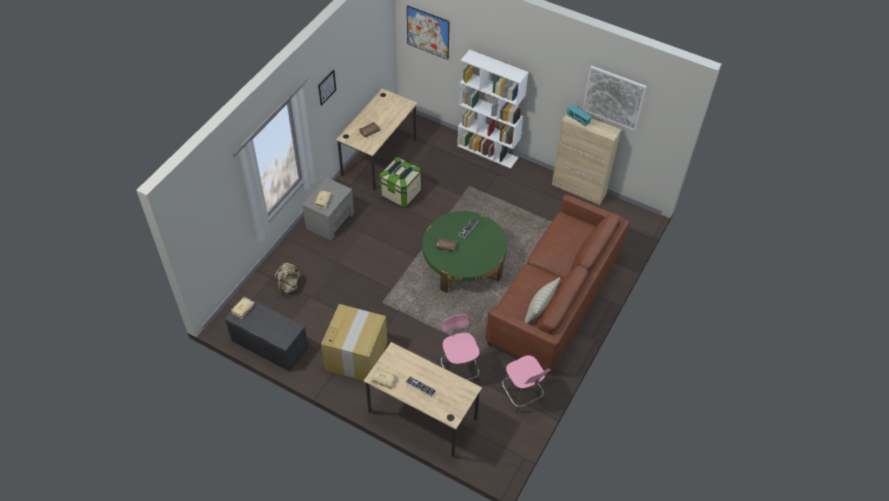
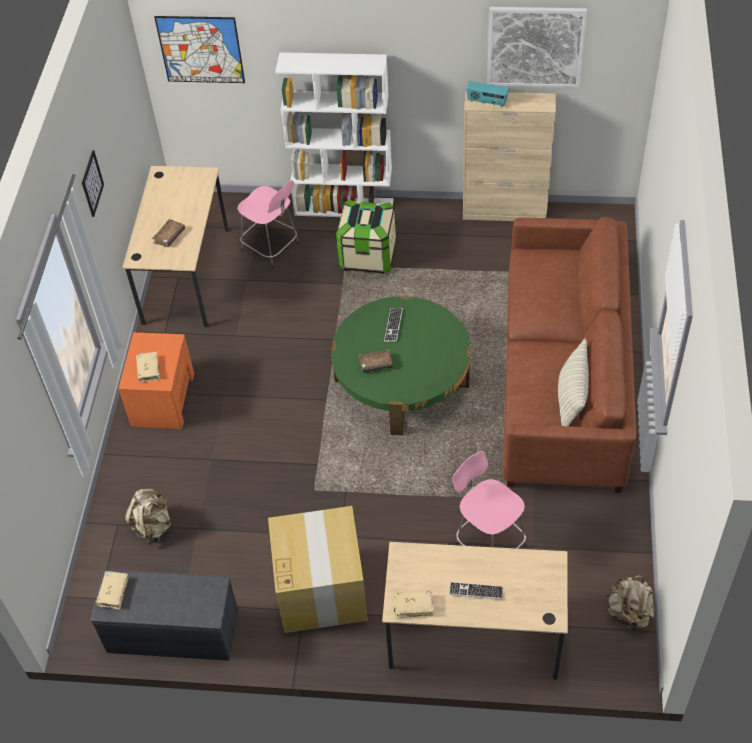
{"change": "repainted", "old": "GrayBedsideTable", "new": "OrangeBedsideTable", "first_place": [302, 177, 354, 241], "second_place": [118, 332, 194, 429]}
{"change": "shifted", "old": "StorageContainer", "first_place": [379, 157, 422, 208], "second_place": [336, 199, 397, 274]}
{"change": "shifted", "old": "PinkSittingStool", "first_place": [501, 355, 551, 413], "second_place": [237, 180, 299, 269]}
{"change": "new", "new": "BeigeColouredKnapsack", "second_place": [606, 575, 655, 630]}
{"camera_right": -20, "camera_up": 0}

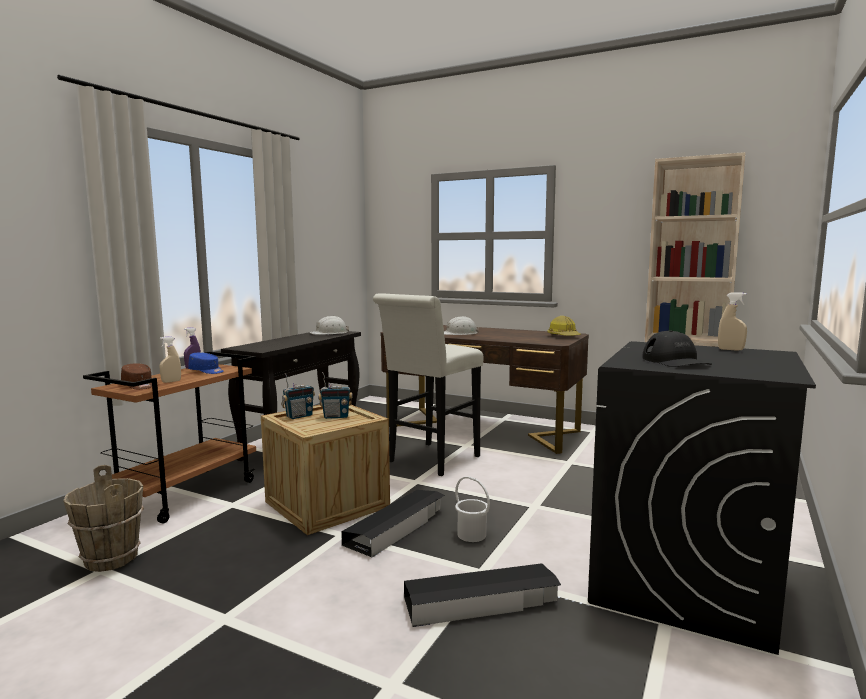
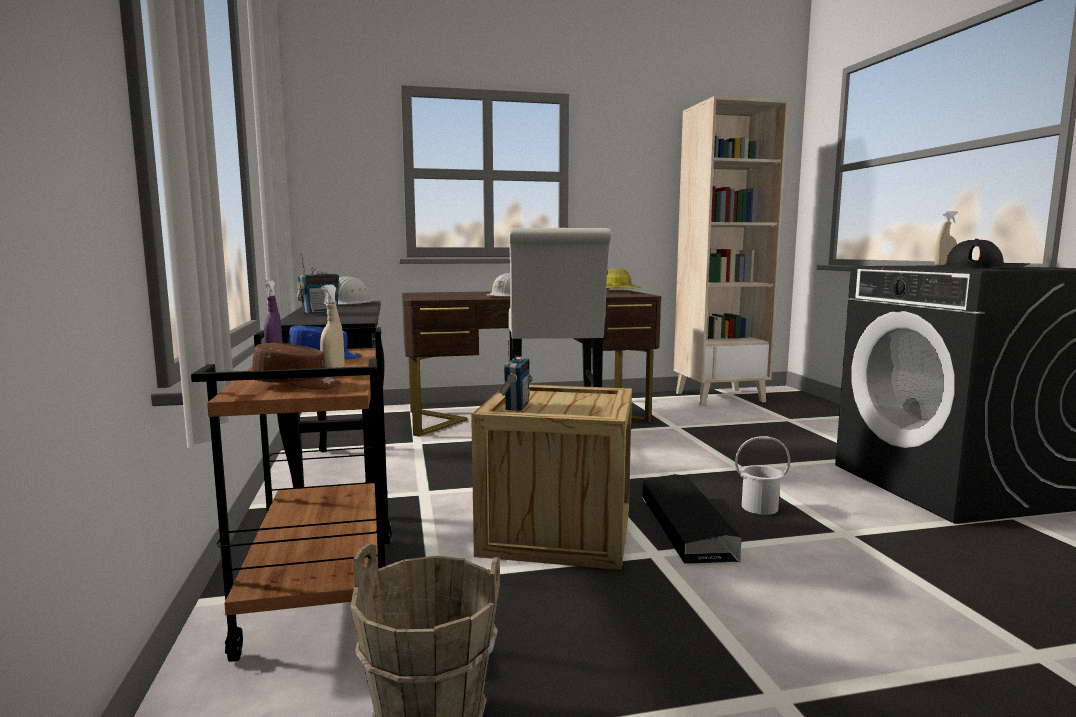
{"change": "shifted", "old": "RadioSet", "first_place": [318, 372, 353, 419], "second_place": [295, 253, 341, 314]}
{"change": "gone", "old": "BlackStorageContainer", "first_place": [404, 563, 561, 627]}
{"camera_right": -40, "camera_up": 0}

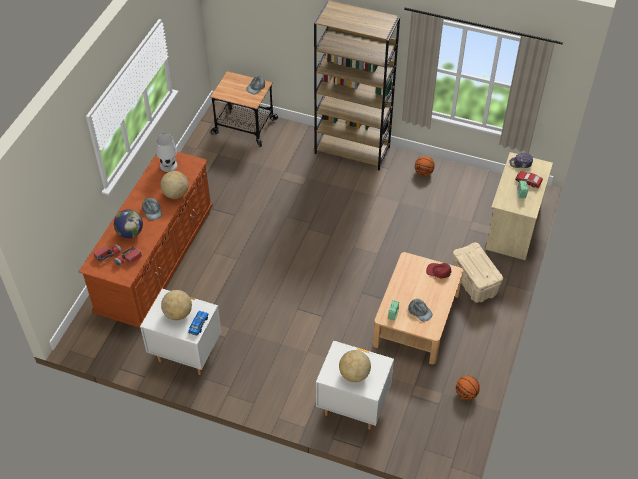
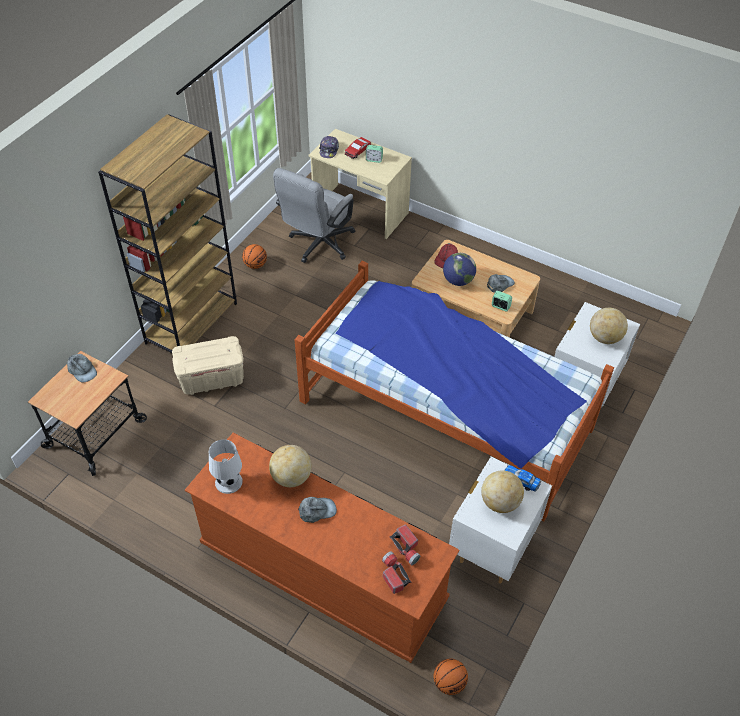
{"change": "shifted", "old": "Globe", "first_place": [114, 209, 143, 238], "second_place": [443, 253, 476, 286]}
{"change": "shifted", "old": "BeigeColouredStorageContainer", "first_place": [453, 242, 503, 303], "second_place": [172, 336, 244, 395]}
{"change": "shifted", "old": "BasketballBall", "first_place": [456, 376, 480, 400], "second_place": [434, 659, 468, 695]}
{"change": "new", "new": "GrayOfficeChair", "second_place": [273, 168, 355, 263]}
{"change": "new", "new": "Bed", "second_place": [294, 261, 614, 522]}
{"camera_right": -80, "camera_up": 0}

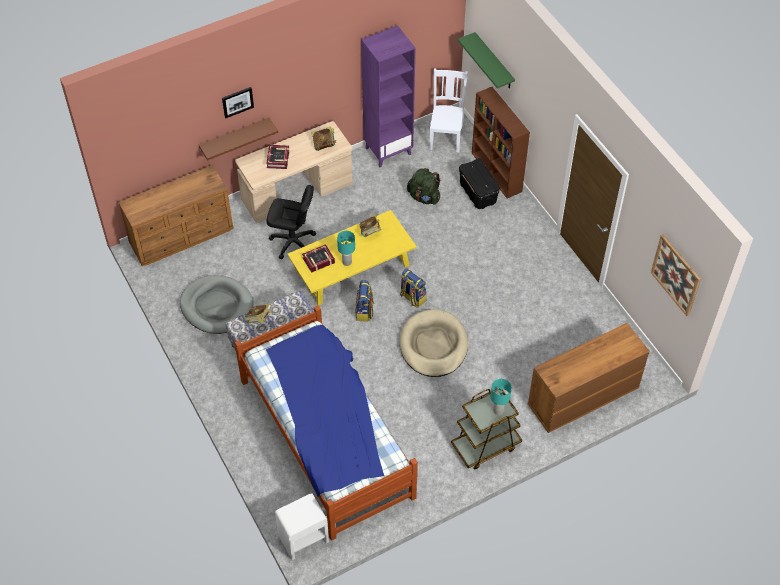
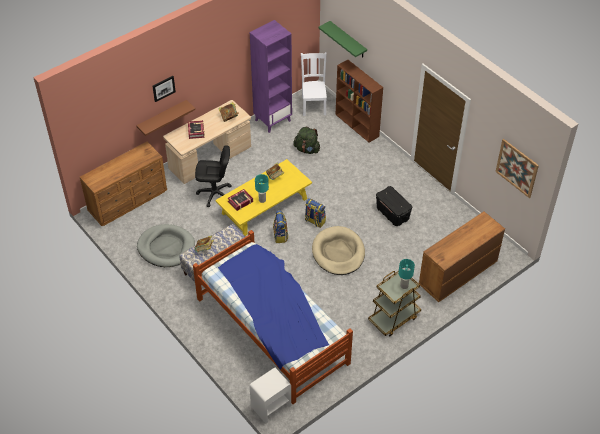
{"change": "shifted", "old": "BlackStorageContainer", "first_place": [459, 159, 500, 209], "second_place": [376, 186, 412, 226]}
{"camera_right": -10, "camera_up": -5}

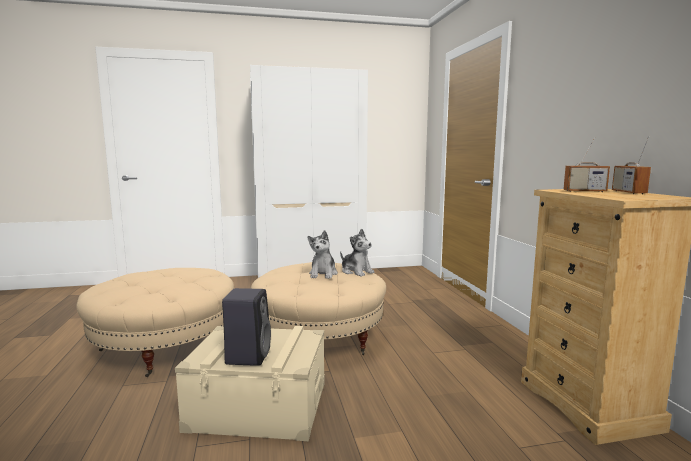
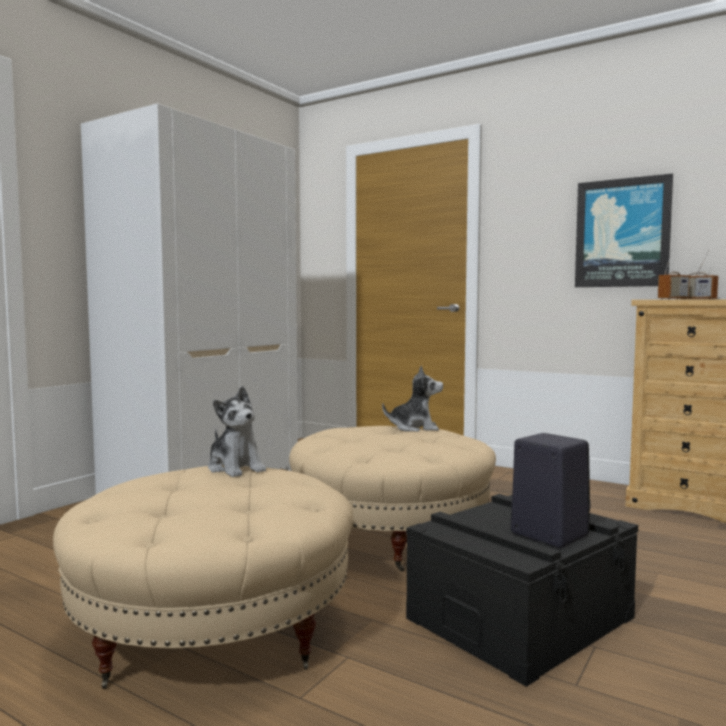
{"change": "repainted", "old": "BeigeColouredStorageContainer", "new": "BlackStorageContainer", "first_place": [175, 326, 325, 441], "second_place": [406, 494, 638, 687]}
{"change": "shifted", "old": "SoftToy", "first_place": [307, 230, 338, 279], "second_place": [208, 386, 266, 477]}
{"change": "new", "new": "Picture", "second_place": [575, 173, 673, 287]}
{"camera_right": -45, "camera_up": -5}

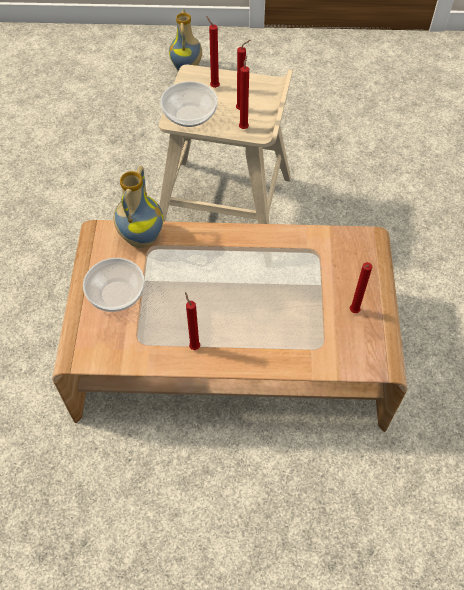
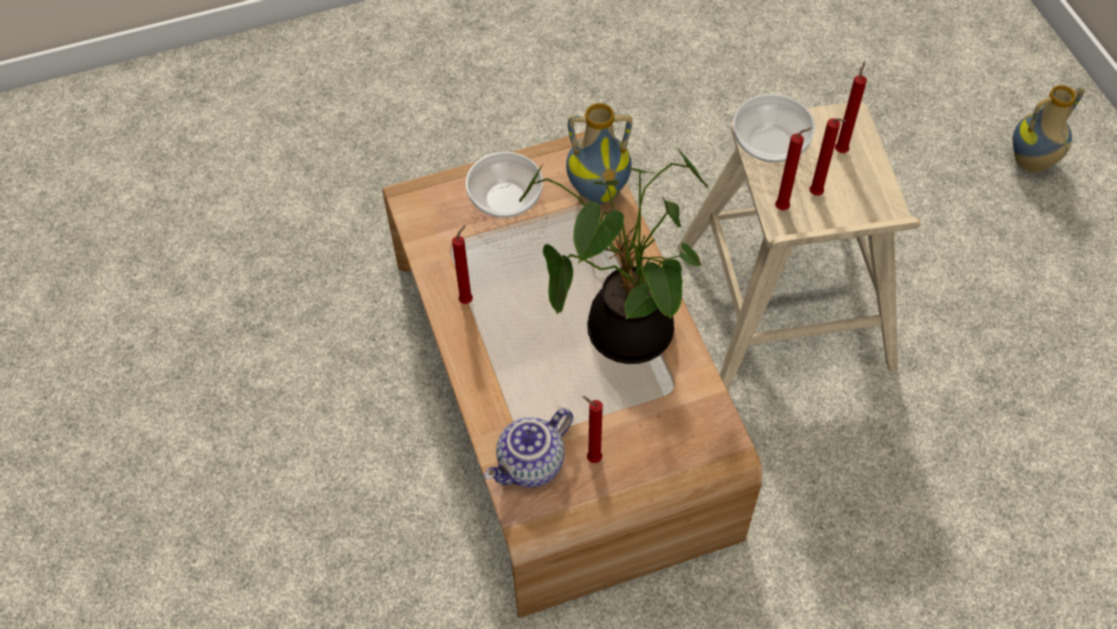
{"change": "new", "new": "Teapot", "second_place": [484, 408, 573, 487]}
{"change": "new", "new": "PlantInAPot", "second_place": [519, 147, 710, 364]}
{"camera_right": 70, "camera_up": 0}

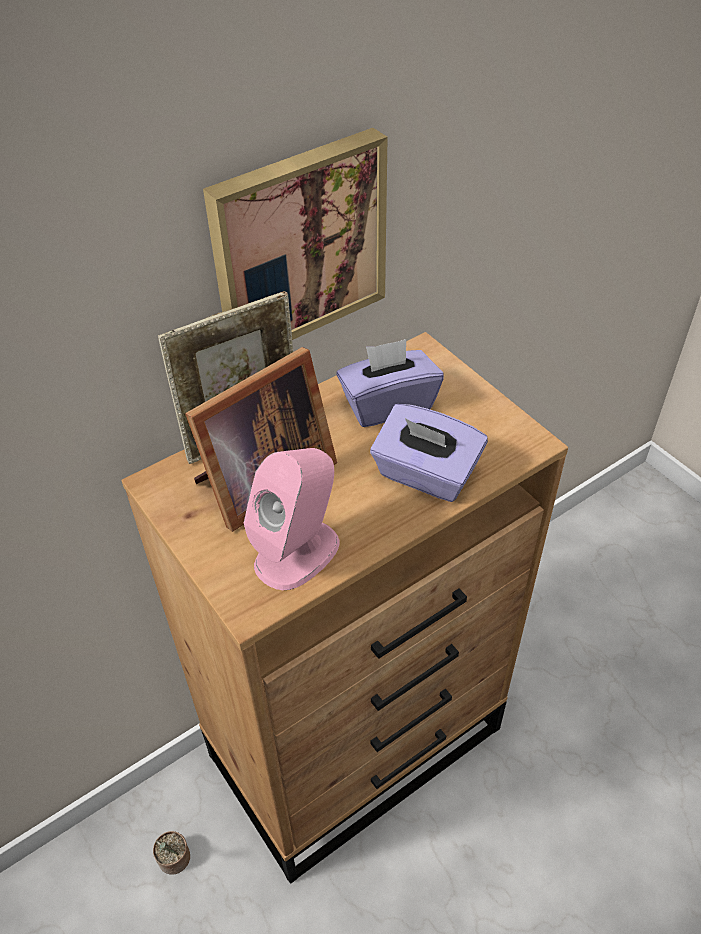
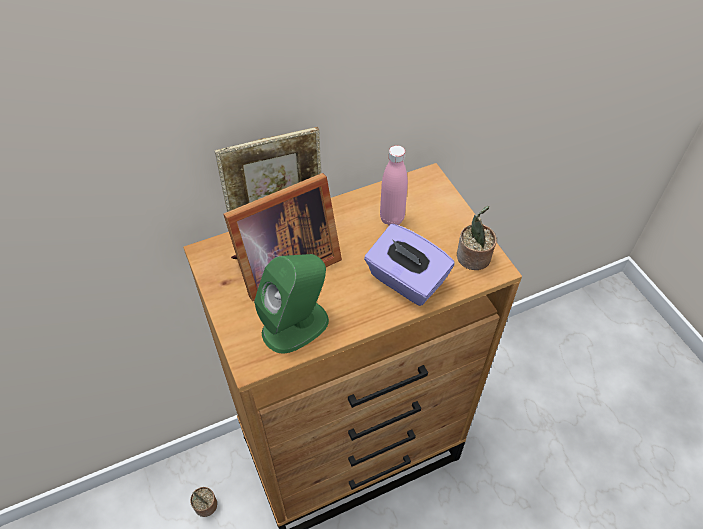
{"change": "gone", "old": "Picture", "first_place": [203, 128, 388, 340]}
{"change": "repainted", "old": "PinkAudioSpeaker", "new": "GreenishAudioSpeaker", "first_place": [244, 448, 340, 590], "second_place": [254, 254, 329, 354]}
{"change": "swapped", "old": "PurplishBoxOfTissues", "new": "PinkBottle", "first_place": [336, 339, 444, 427], "second_place": [380, 145, 408, 225]}
{"change": "new", "new": "PlantInAPot", "second_place": [457, 206, 497, 270]}
{"camera_right": 10, "camera_up": 5}

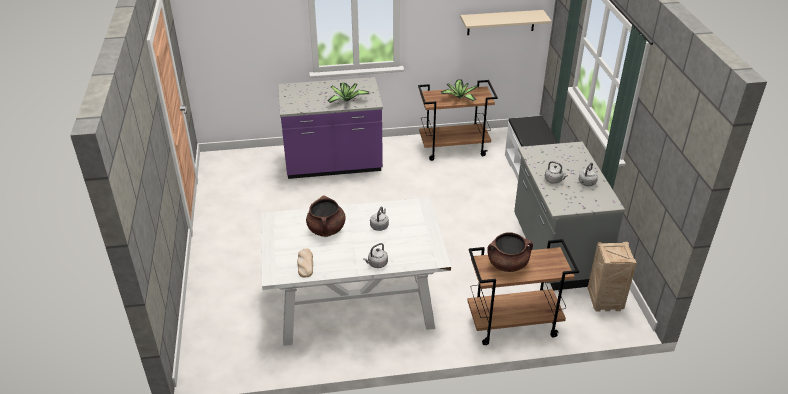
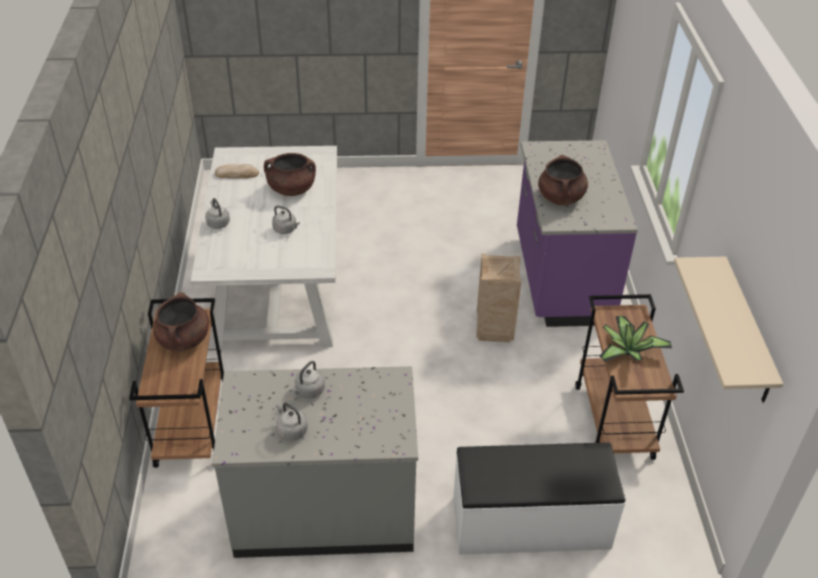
{"change": "swapped", "old": "PlantInAPot", "new": "BrownishSaucepot", "first_place": [327, 83, 369, 103], "second_place": [538, 155, 588, 205]}
{"change": "shifted", "old": "Crate", "first_place": [587, 242, 637, 312], "second_place": [476, 254, 521, 342]}
{"camera_right": 95, "camera_up": 5}

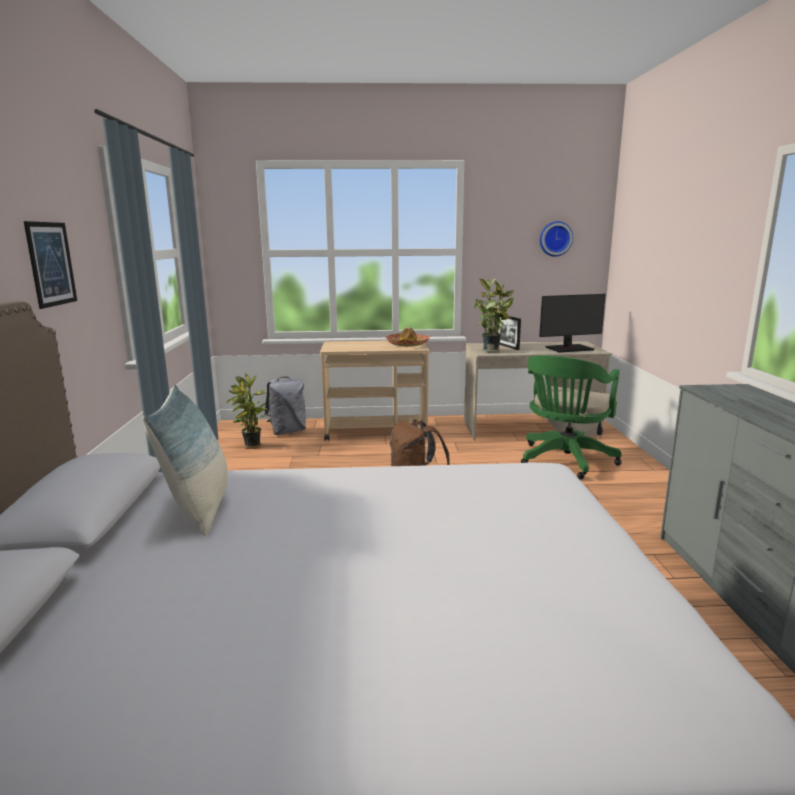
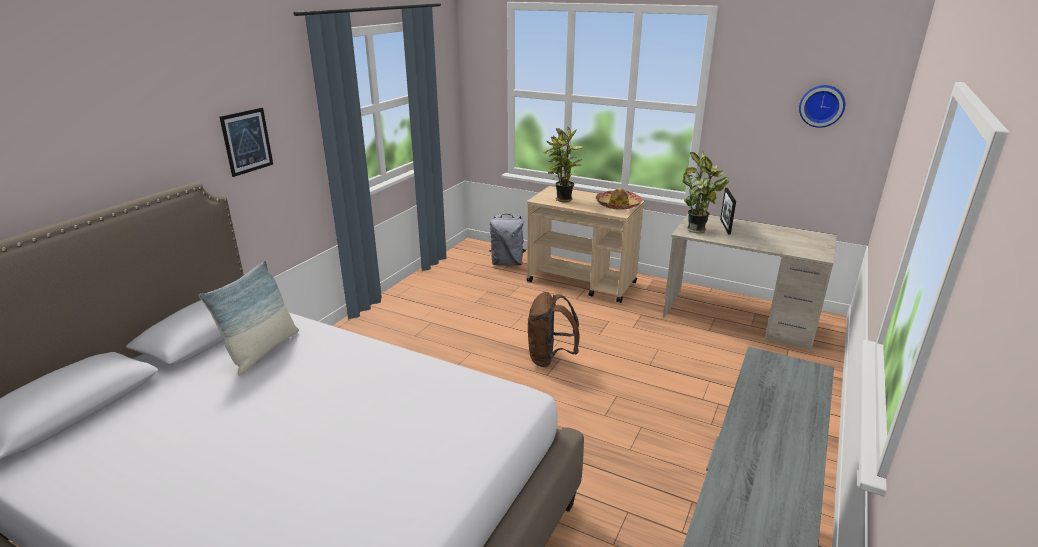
{"change": "shifted", "old": "PlantInAPot", "first_place": [226, 374, 268, 449], "second_place": [544, 126, 583, 202]}
{"change": "gone", "old": "GreenishOfficeChair", "first_place": [521, 355, 622, 480]}
{"change": "gone", "old": "ComputerDisplay", "first_place": [539, 294, 606, 353]}
{"camera_right": 30, "camera_up": 10}

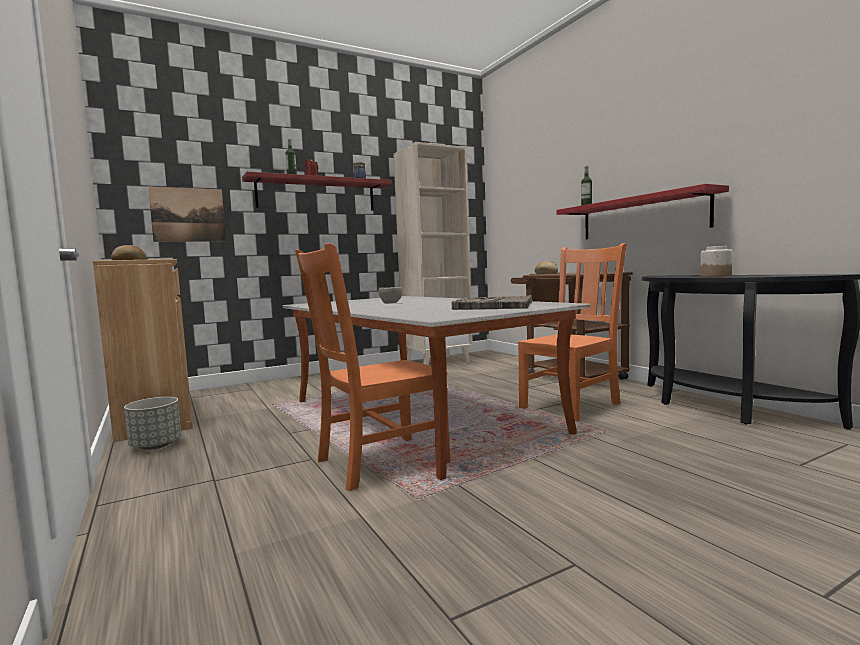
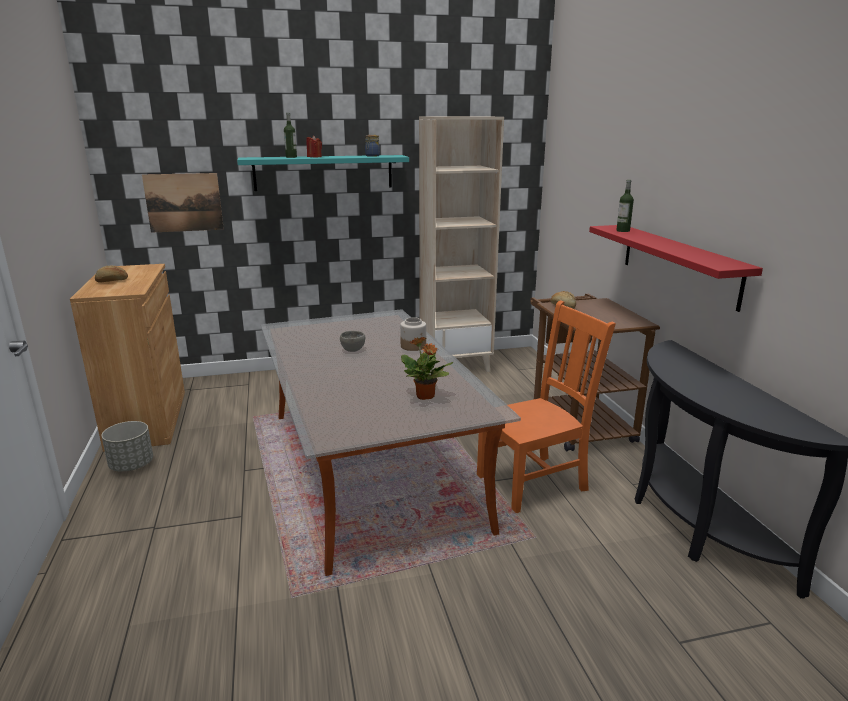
{"change": "repainted", "old": "RedWallShelf", "new": "TurquoiseColouredWallShelf", "first_place": [242, 172, 392, 211], "second_place": [237, 155, 409, 191]}
{"change": "gone", "old": "OrangeUprightChair", "first_place": [295, 243, 450, 491]}
{"change": "swapped", "old": "GrayServingTray", "new": "PlantInAPot", "first_place": [452, 295, 532, 310], "second_place": [401, 337, 453, 400]}
{"change": "shifted", "old": "PreserveJar", "first_place": [700, 246, 732, 277], "second_place": [400, 317, 426, 351]}
{"camera_right": 15, "camera_up": 15}

